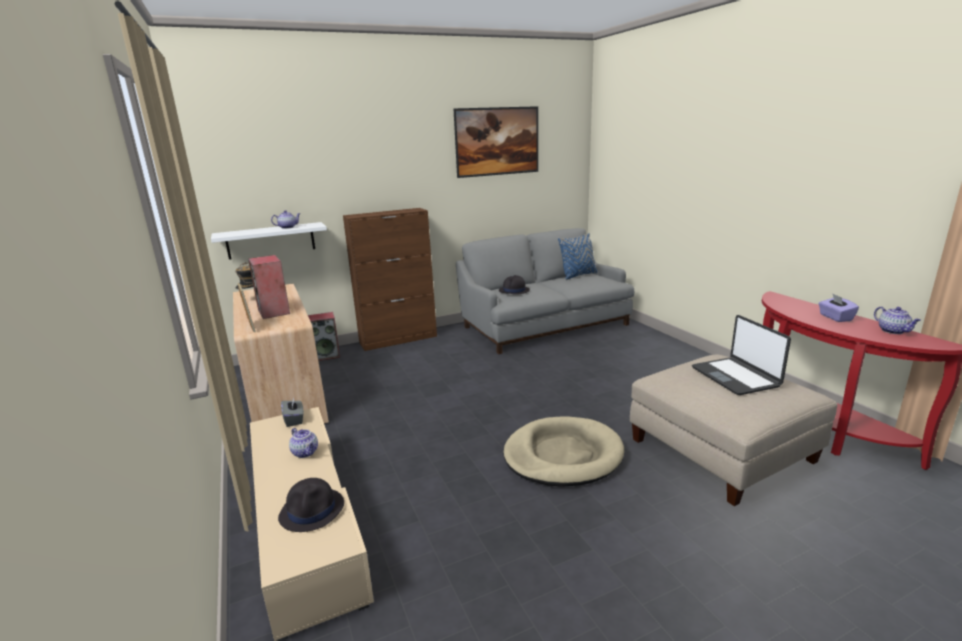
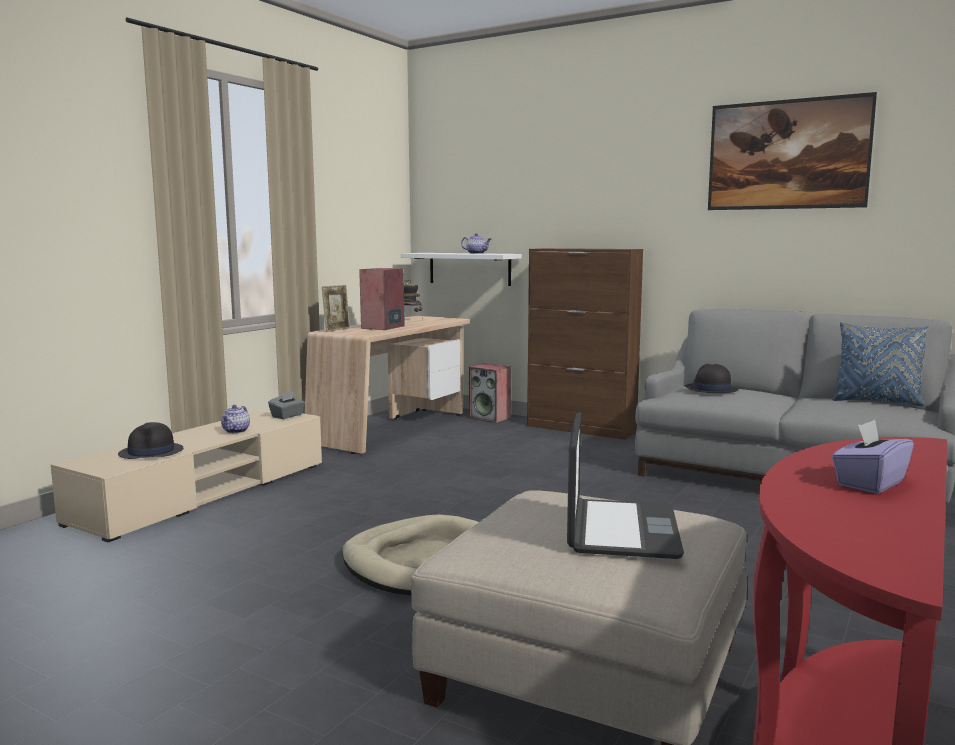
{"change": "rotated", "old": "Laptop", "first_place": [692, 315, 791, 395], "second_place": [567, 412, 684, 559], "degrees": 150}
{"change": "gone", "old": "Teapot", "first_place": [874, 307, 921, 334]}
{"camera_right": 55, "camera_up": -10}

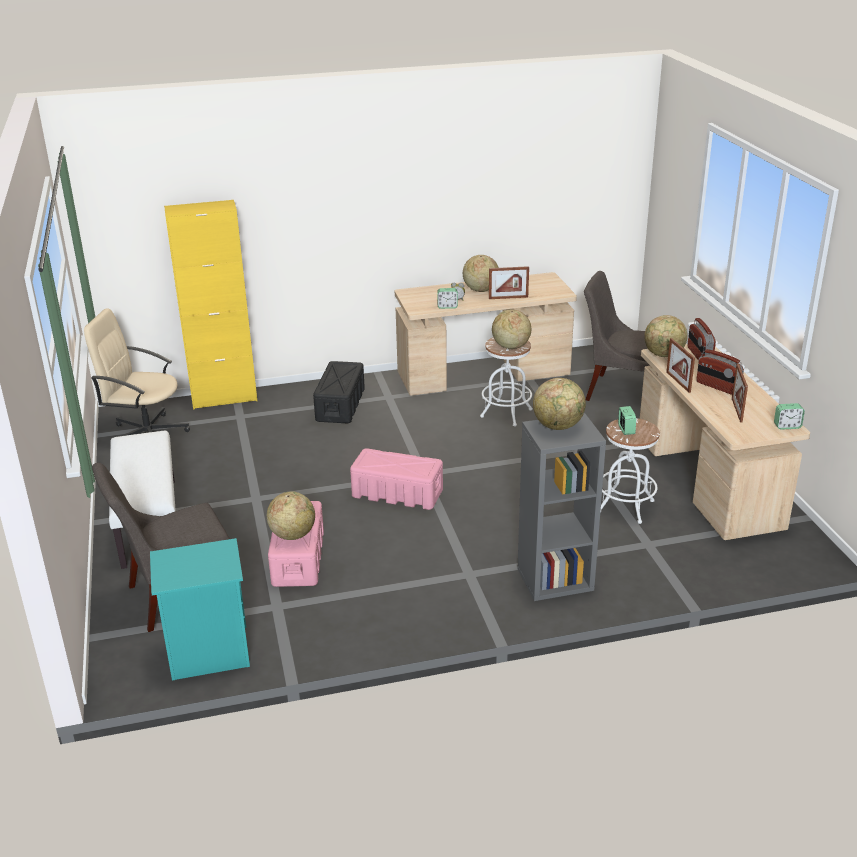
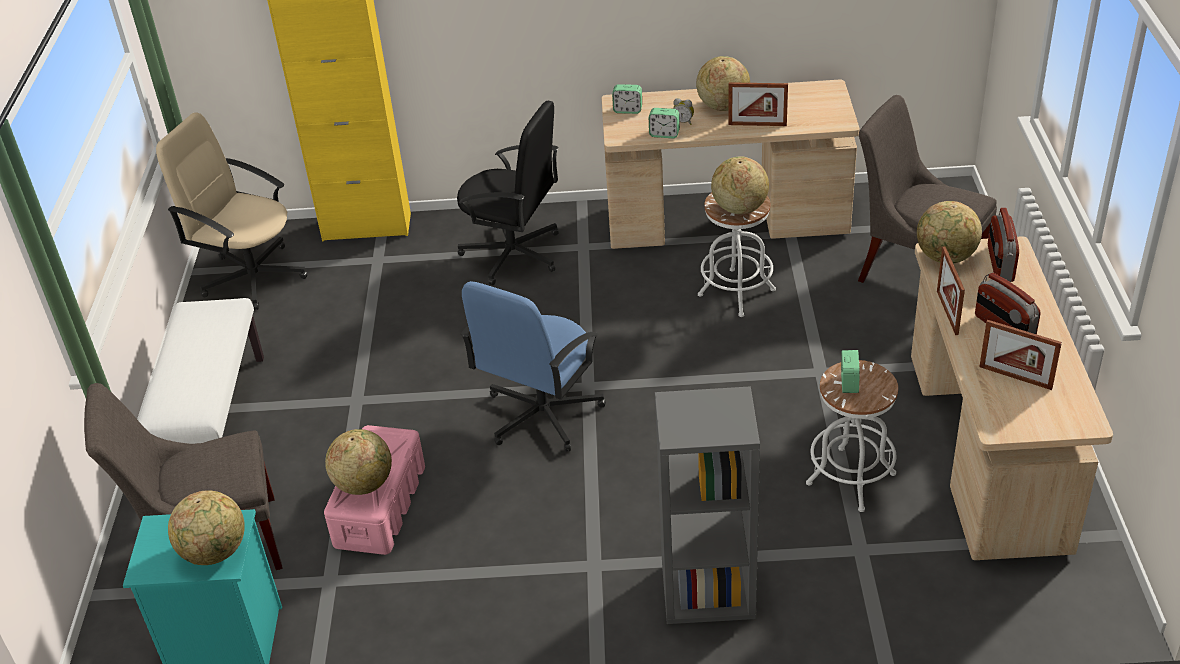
{"change": "swapped", "old": "BlackStorageContainer", "new": "BlackOfficeChair", "first_place": [313, 361, 365, 423], "second_place": [457, 101, 559, 285]}
{"change": "swapped", "old": "PinkStorageContainer", "new": "BlueOfficeChair", "first_place": [350, 448, 443, 510], "second_place": [461, 281, 606, 452]}
{"change": "shifted", "old": "Globe", "first_place": [533, 378, 586, 430], "second_place": [168, 490, 245, 565]}
{"change": "rotated", "old": "PictureFrame", "first_place": [732, 363, 748, 422], "second_place": [979, 320, 1062, 390], "degrees": -75}
{"change": "shifted", "old": "AlarmClock", "first_place": [774, 403, 805, 430], "second_place": [612, 84, 642, 114]}
{"camera_right": 15, "camera_up": 10}

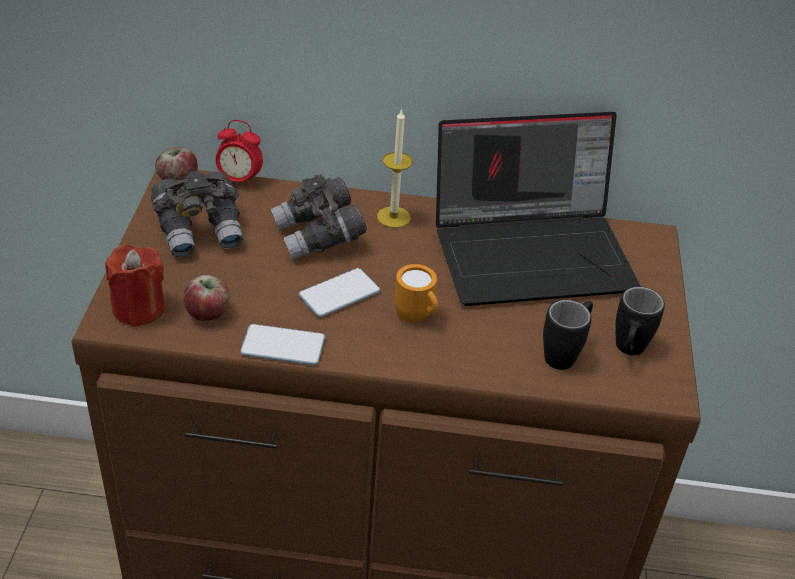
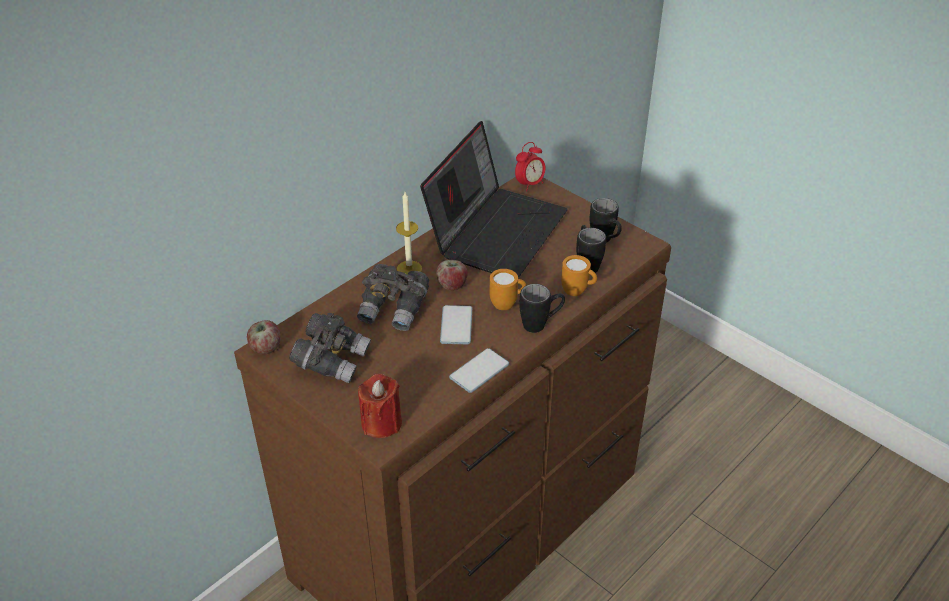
{"change": "shifted", "old": "WholeApple", "first_place": [183, 275, 230, 321], "second_place": [436, 260, 468, 291]}
{"change": "shifted", "old": "AlarmClock", "first_place": [216, 120, 263, 189], "second_place": [515, 142, 546, 191]}
{"change": "new", "new": "BlackCoffeeMug", "second_place": [519, 284, 565, 333]}
{"change": "new", "new": "OrangeCoffeeMug", "second_place": [561, 255, 597, 296]}
{"camera_right": -50, "camera_up": 0}

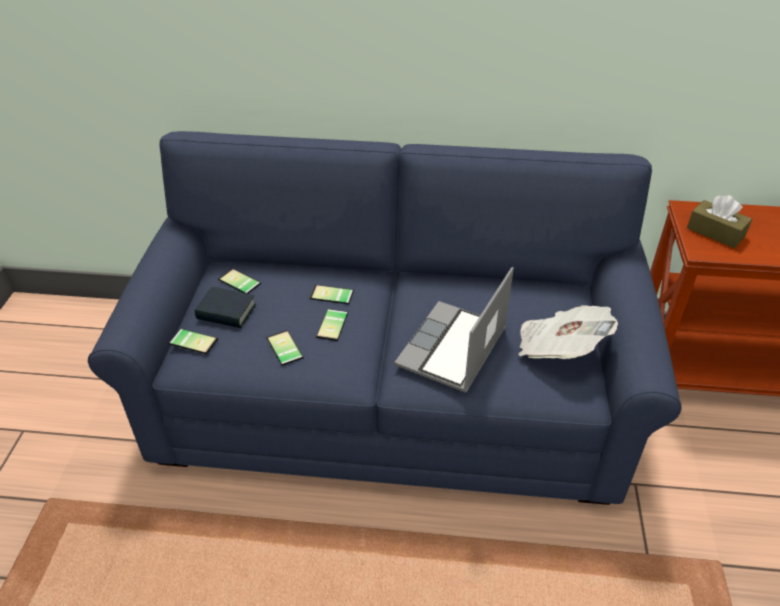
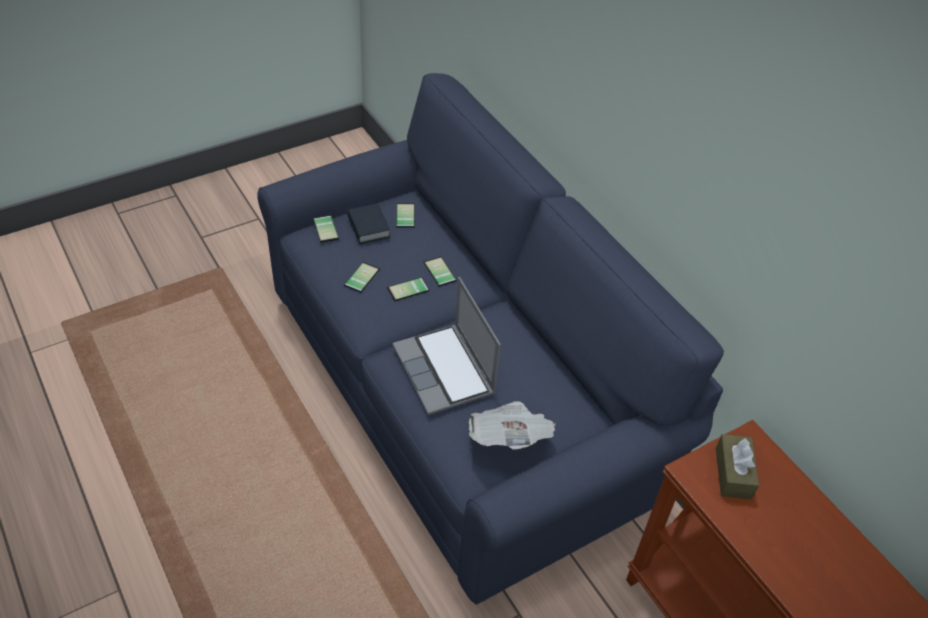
{"change": "rotated", "old": "Laptop", "first_place": [394, 267, 514, 393], "second_place": [393, 277, 501, 415], "degrees": -105}
{"camera_right": 50, "camera_up": 5}

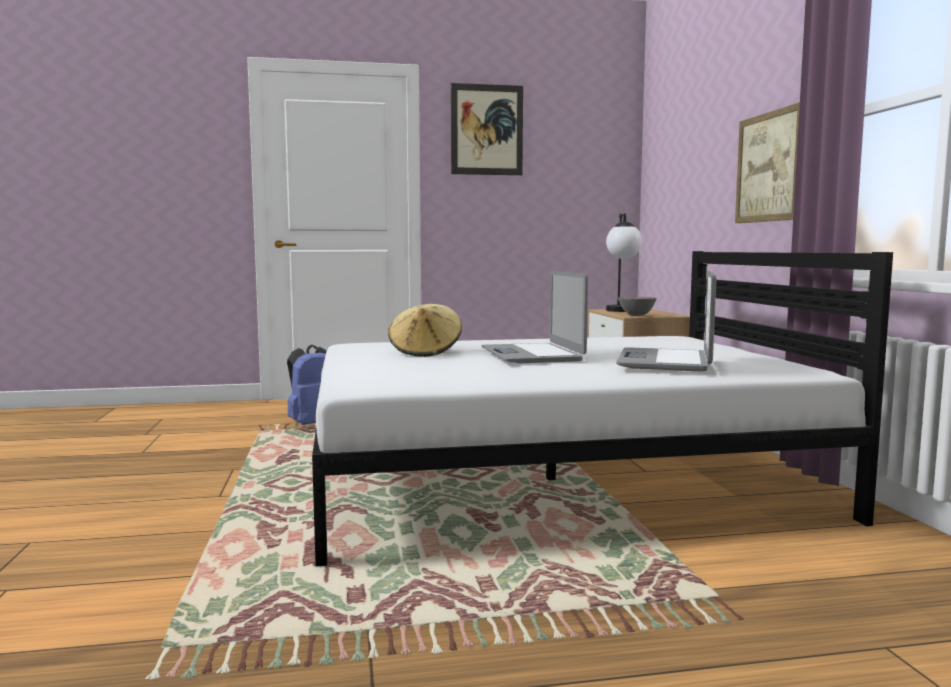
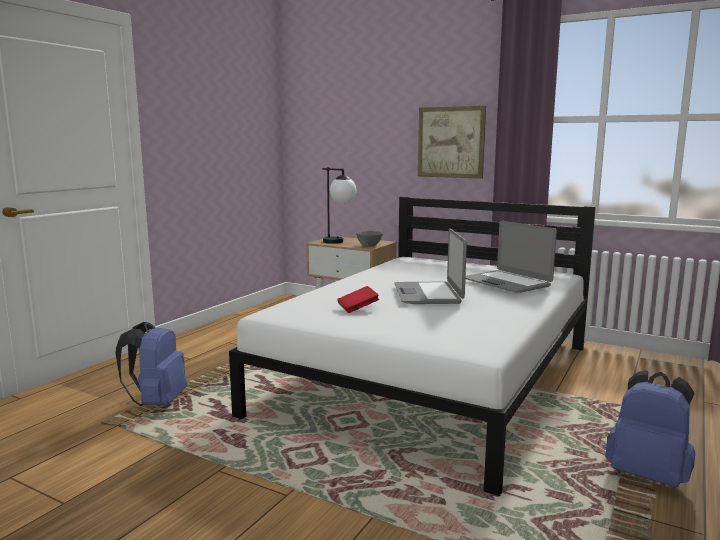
{"change": "swapped", "old": "BeigeColouredHat", "new": "RedVolume", "first_place": [388, 304, 462, 357], "second_place": [337, 286, 379, 313]}
{"change": "gone", "old": "Picture", "first_place": [451, 83, 523, 175]}
{"change": "rotated", "old": "Laptop", "first_place": [481, 271, 588, 363], "second_place": [394, 228, 467, 304], "degrees": 60}
{"change": "new", "new": "BlueKnapsack", "second_place": [605, 370, 695, 487]}
{"camera_right": -50, "camera_up": 5}

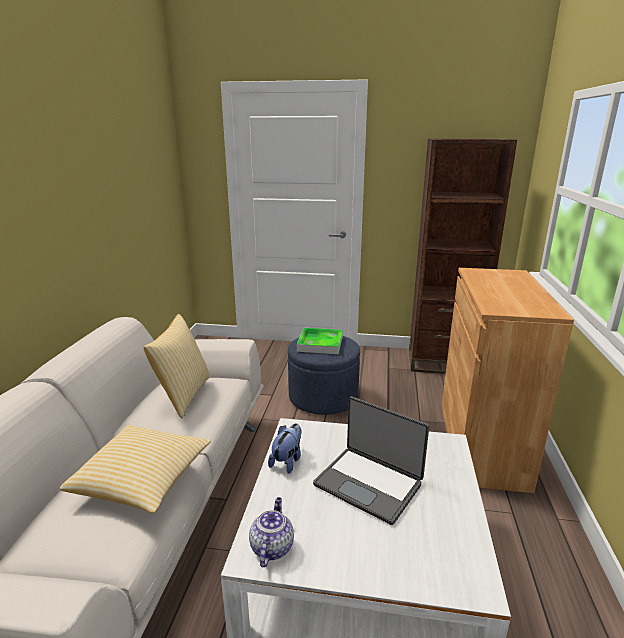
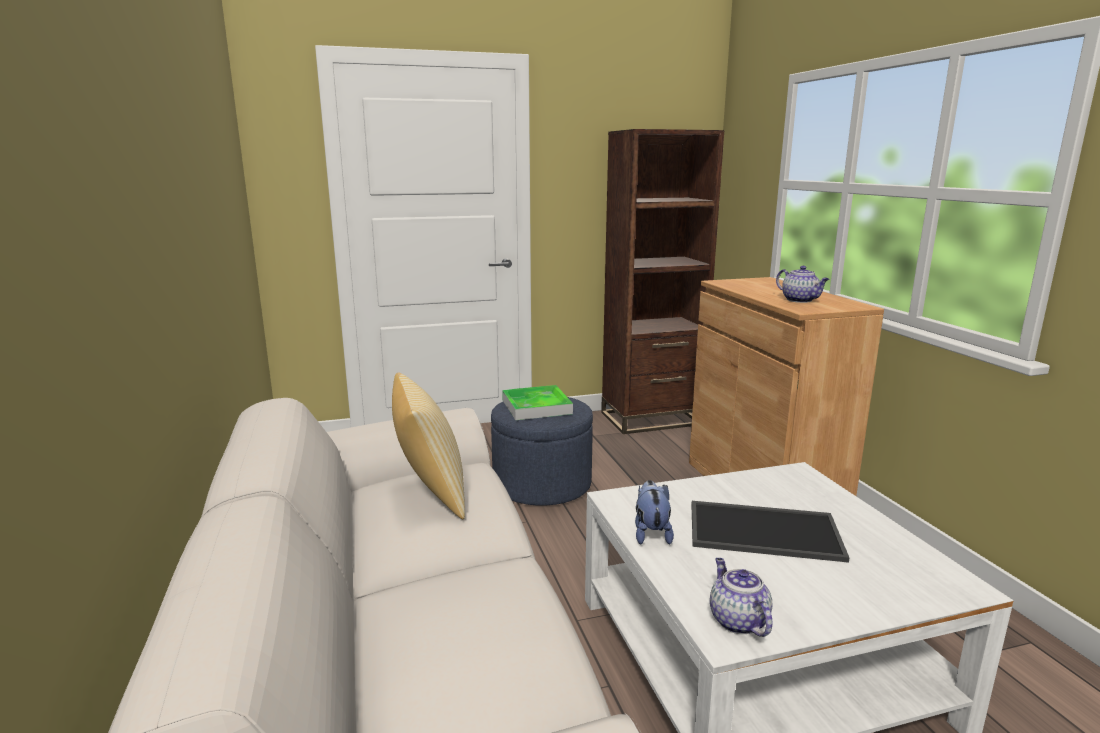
{"change": "gone", "old": "ThrowPillow", "first_place": [60, 425, 211, 513]}
{"change": "swapped", "old": "Laptop", "new": "ServingTray", "first_place": [313, 396, 429, 525], "second_place": [691, 501, 849, 563]}
{"change": "new", "new": "Teapot", "second_place": [776, 266, 829, 303]}
{"camera_right": -25, "camera_up": -5}

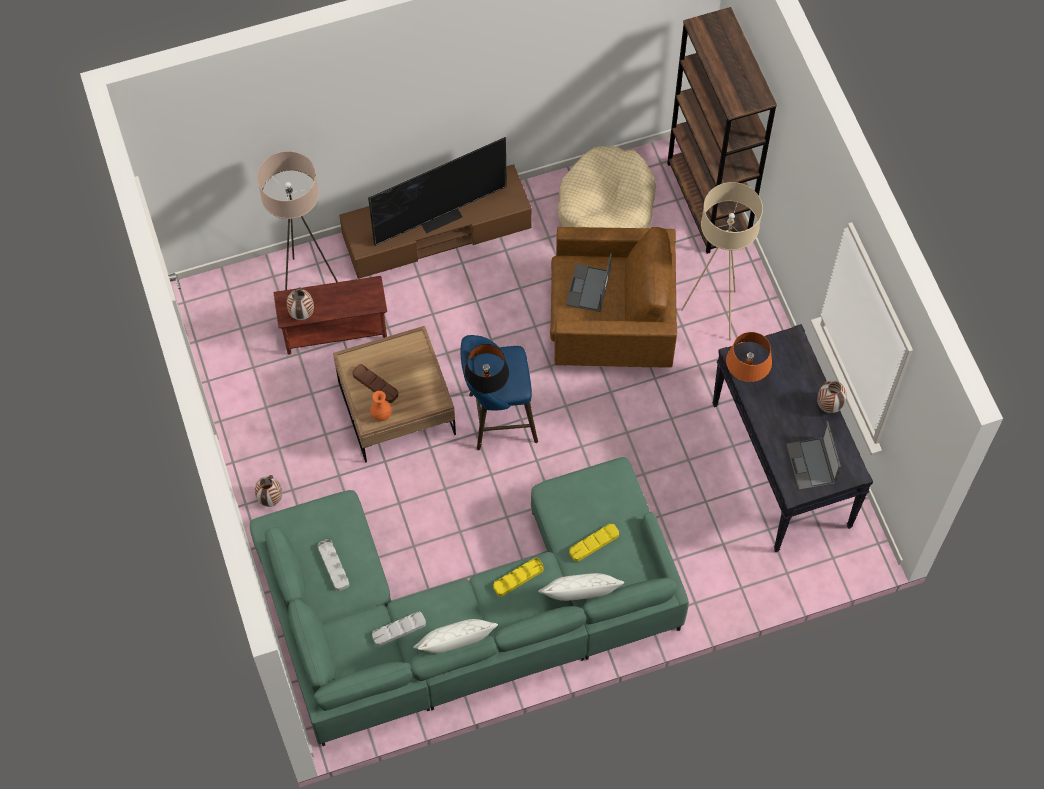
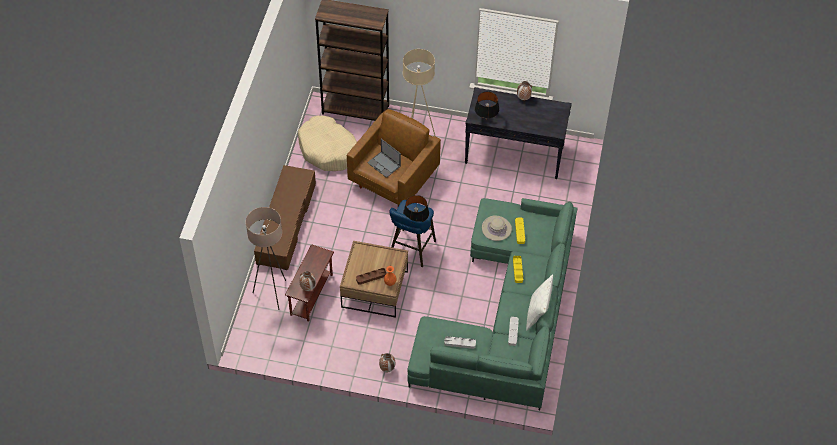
{"change": "gone", "old": "Television", "first_place": [368, 137, 507, 246]}
{"change": "gone", "old": "WhitishThrowPillow", "first_place": [538, 573, 624, 601]}
{"change": "repainted", "old": "OrangeLampForATable", "new": "BlackLampForATable", "first_place": [726, 332, 772, 382], "second_place": [475, 92, 499, 119]}
{"change": "gone", "old": "Laptop", "first_place": [786, 421, 841, 490]}
{"change": "new", "new": "BeigeColouredHat", "second_place": [482, 216, 512, 241]}
{"camera_right": -60, "camera_up": -10}

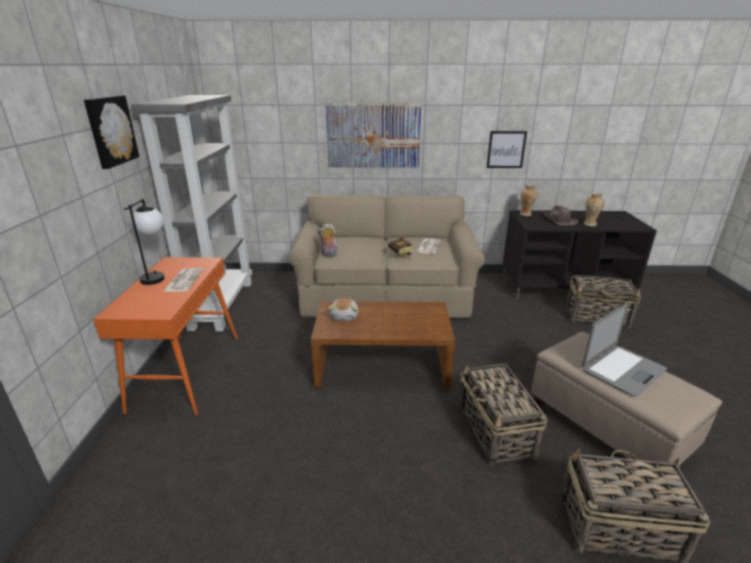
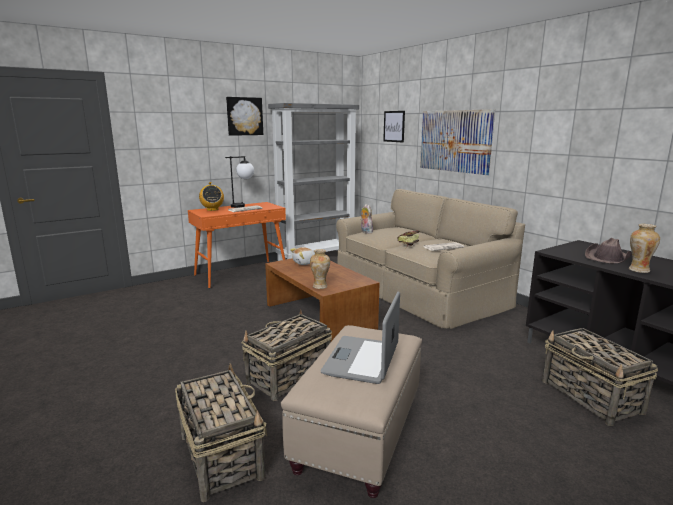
{"change": "shifted", "old": "Picture", "first_place": [486, 131, 527, 168], "second_place": [383, 111, 405, 142]}
{"change": "shifted", "old": "FlowerVase", "first_place": [520, 184, 537, 216], "second_place": [310, 249, 330, 289]}
{"change": "rotated", "old": "Laptop", "first_place": [582, 303, 667, 397], "second_place": [321, 291, 400, 384], "degrees": 90}
{"change": "new", "new": "RadioSet", "second_place": [199, 182, 224, 211]}
{"camera_right": 55, "camera_up": -10}

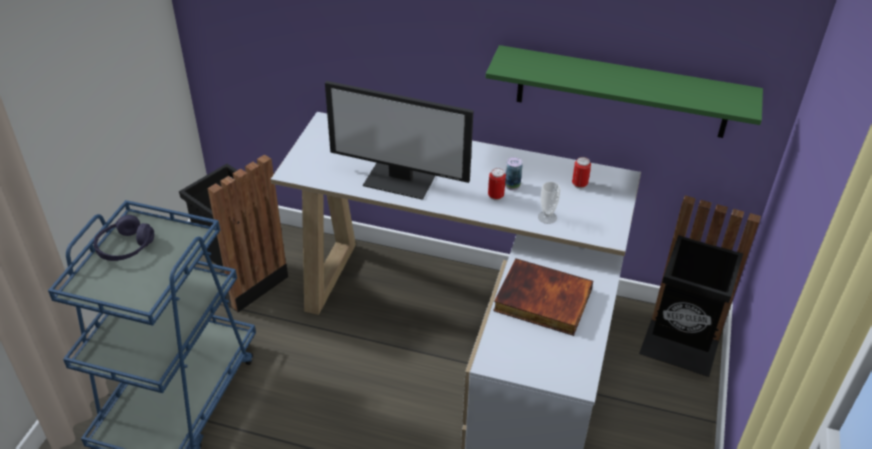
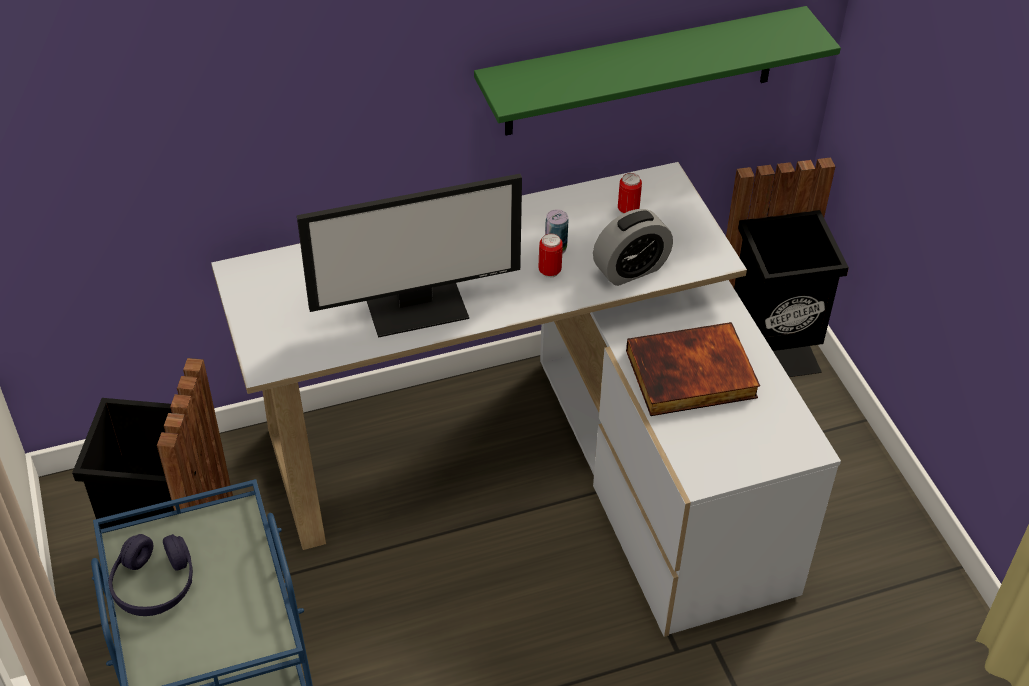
{"change": "swapped", "old": "Cup", "new": "AlarmClock", "first_place": [538, 182, 560, 224], "second_place": [593, 209, 673, 286]}
{"camera_right": -35, "camera_up": 5}

